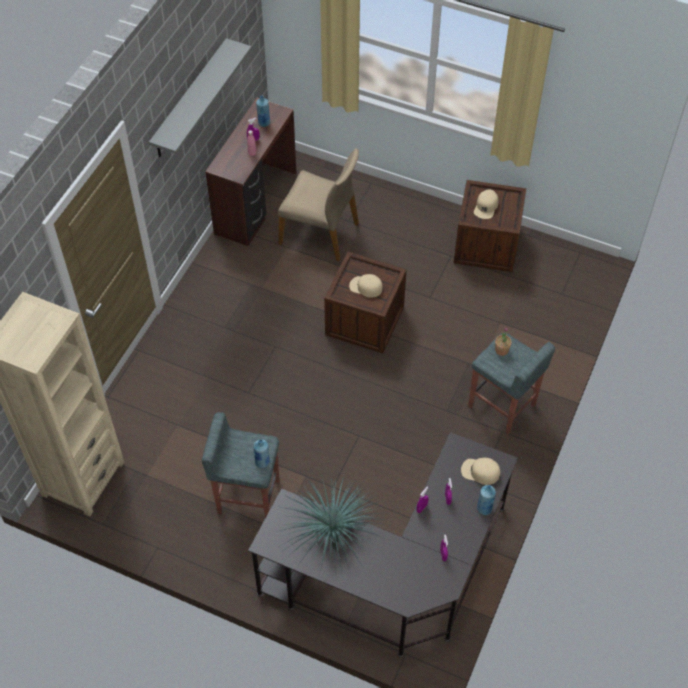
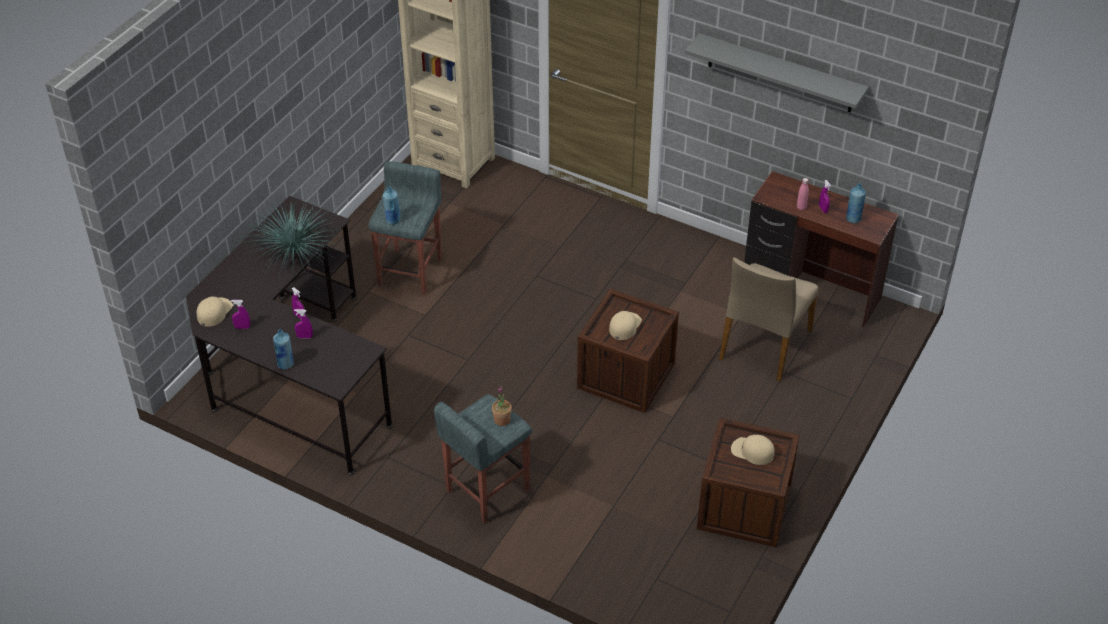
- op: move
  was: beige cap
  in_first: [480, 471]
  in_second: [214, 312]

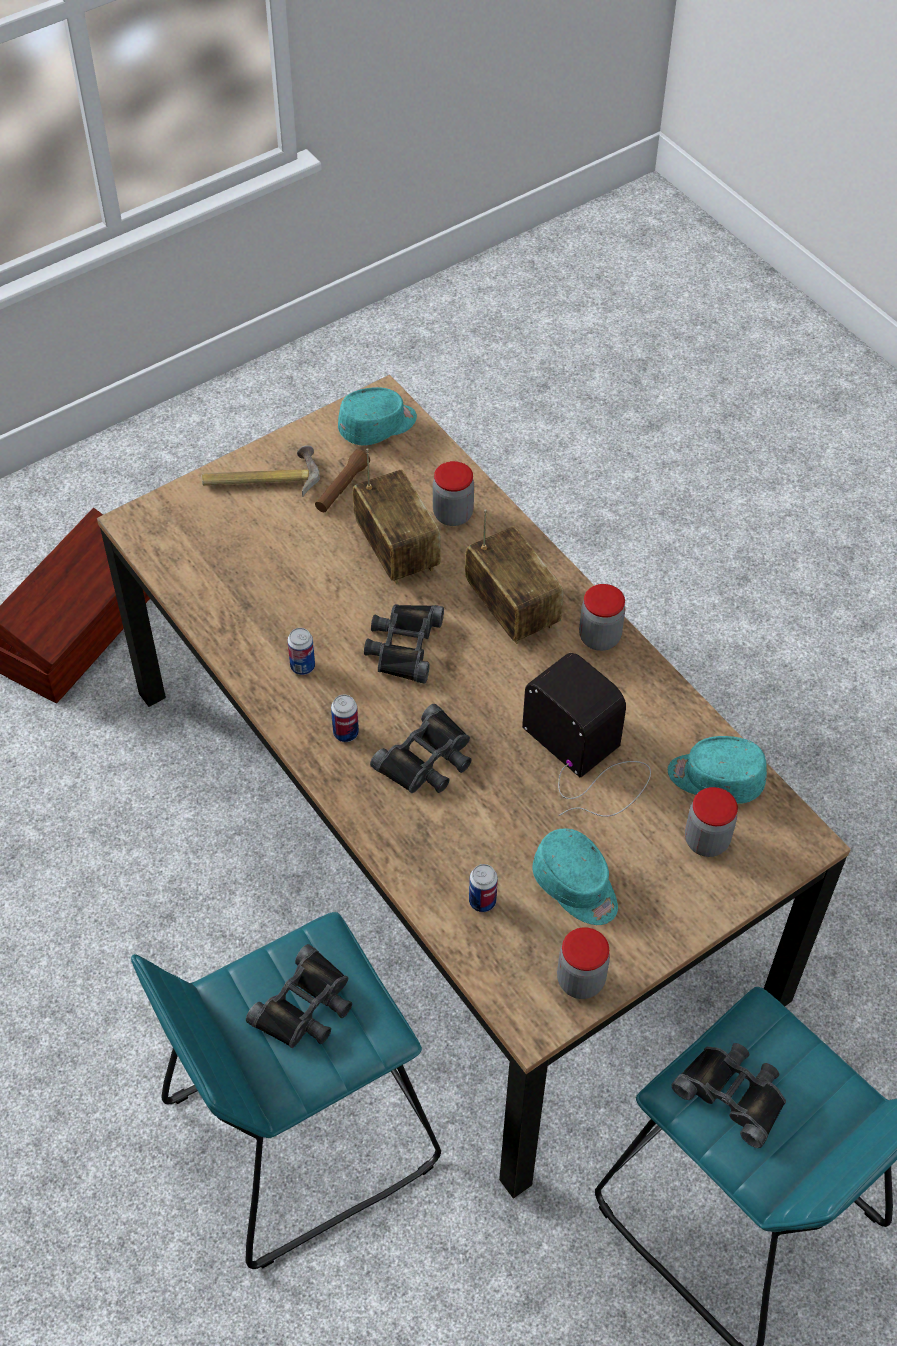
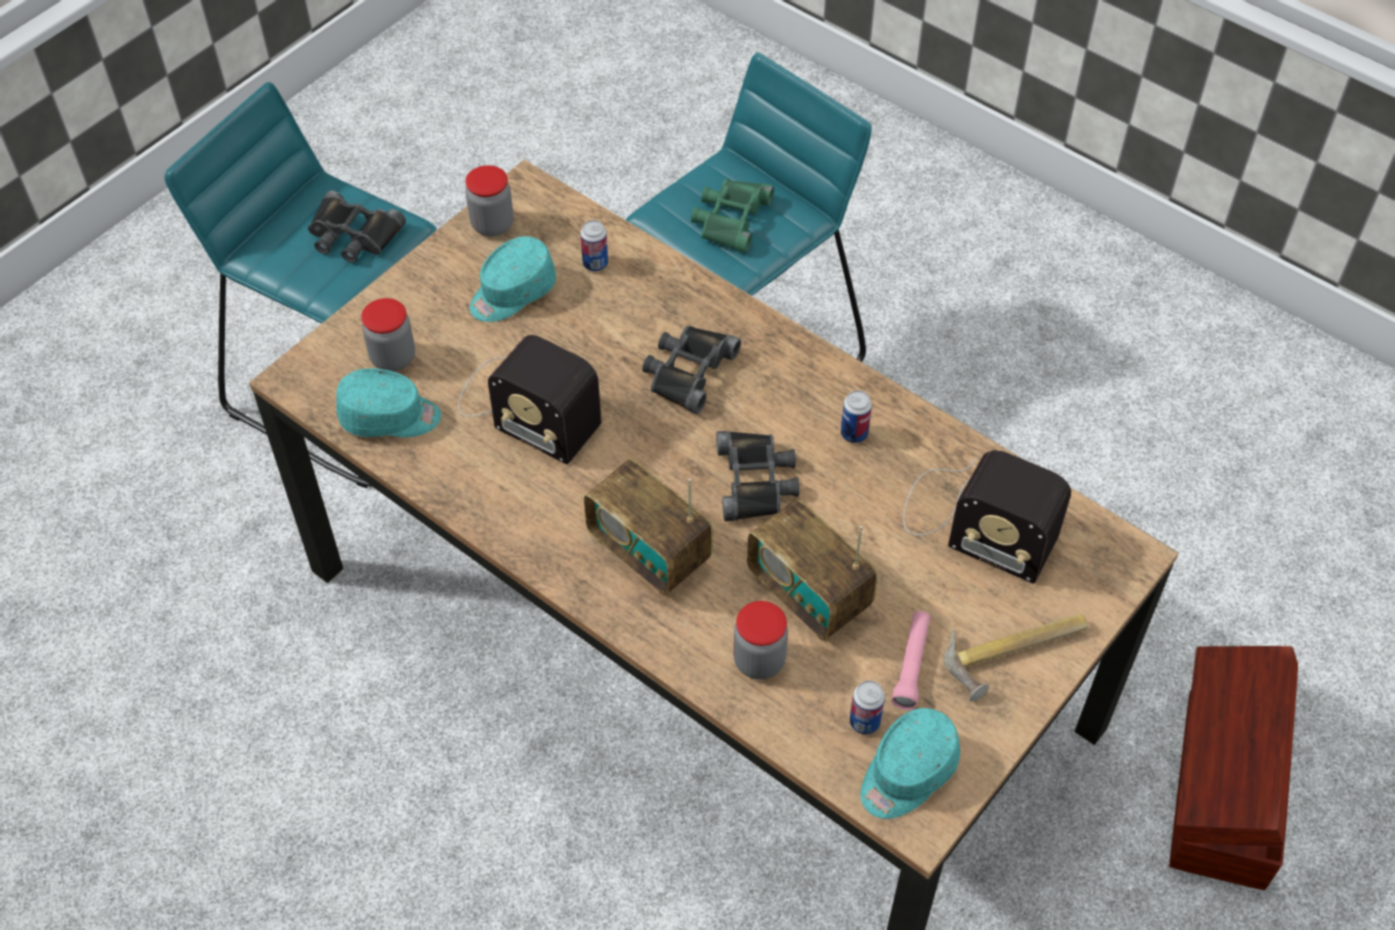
- op: rotate
  was: turquoise cap
  in_first: [575, 876]
  in_second: [512, 279]
  clockwise: -75
- op: recolor
  was: black binoculars
  now: green binoculars
  in_first: [299, 996]
  in_second: [732, 216]
- op: move
  was: can
  in_first: [345, 718]
  in_second: [867, 707]
- op: recolor
  was: brown flashlight
  now: pink flashlight
  in_first: [342, 480]
  in_second: [910, 660]
- op: insert
  now: radio
  in_second: [987, 517]
- op: delete
  was: jar
  in_first: [602, 617]

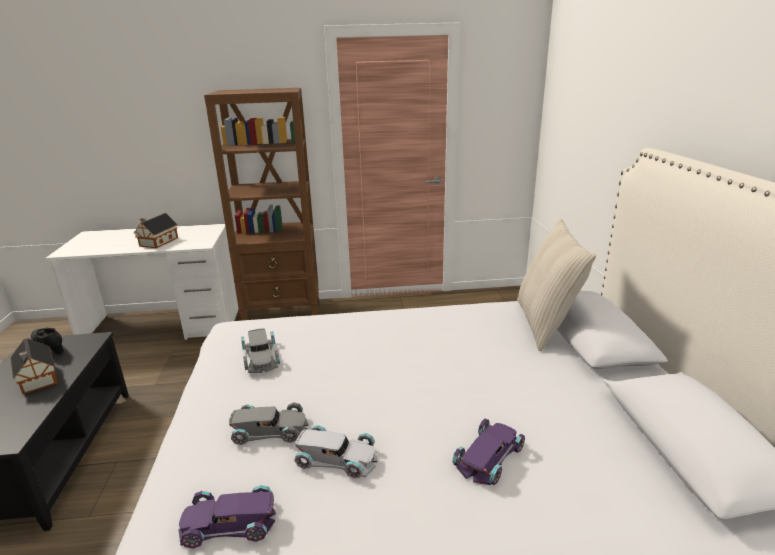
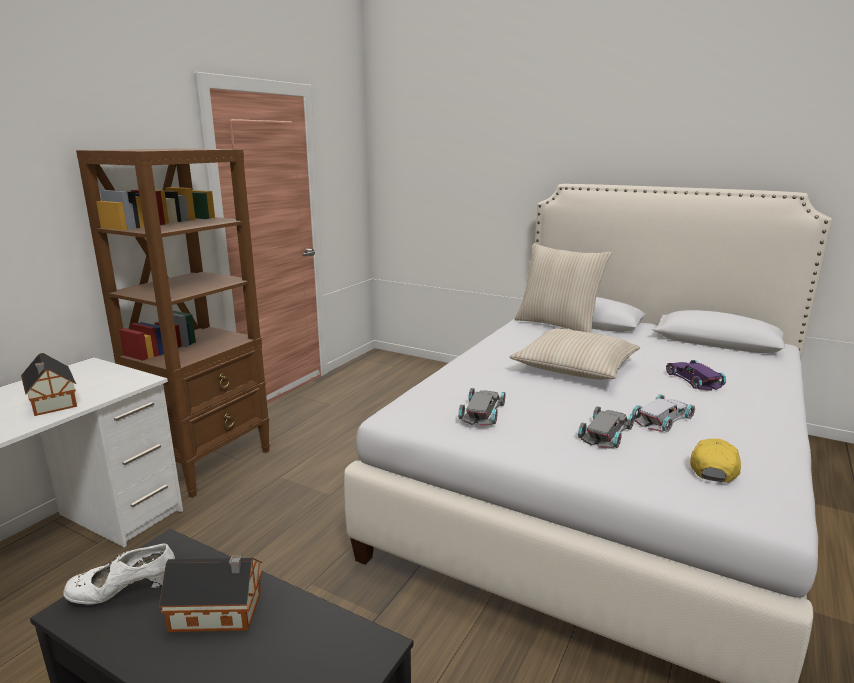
- op: recolor
  was: black shoe
  now: white shoe
  in_first: [47, 341]
  in_second: [119, 573]
- op: rotate
  was: grey toy car
  in_first: [260, 350]
  in_second: [481, 407]
  clockwise: -90
- op: insert
  now: beige pillow
  in_second: [574, 354]
- op: replace
  was: purple toy car
  now: yellow cap
  in_first: [227, 516]
  in_second: [715, 461]

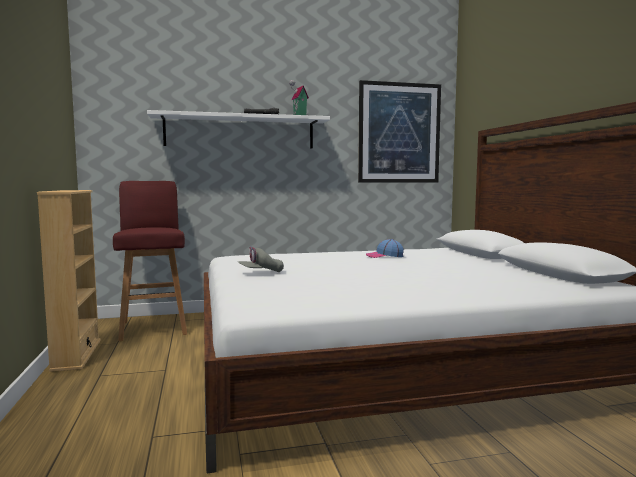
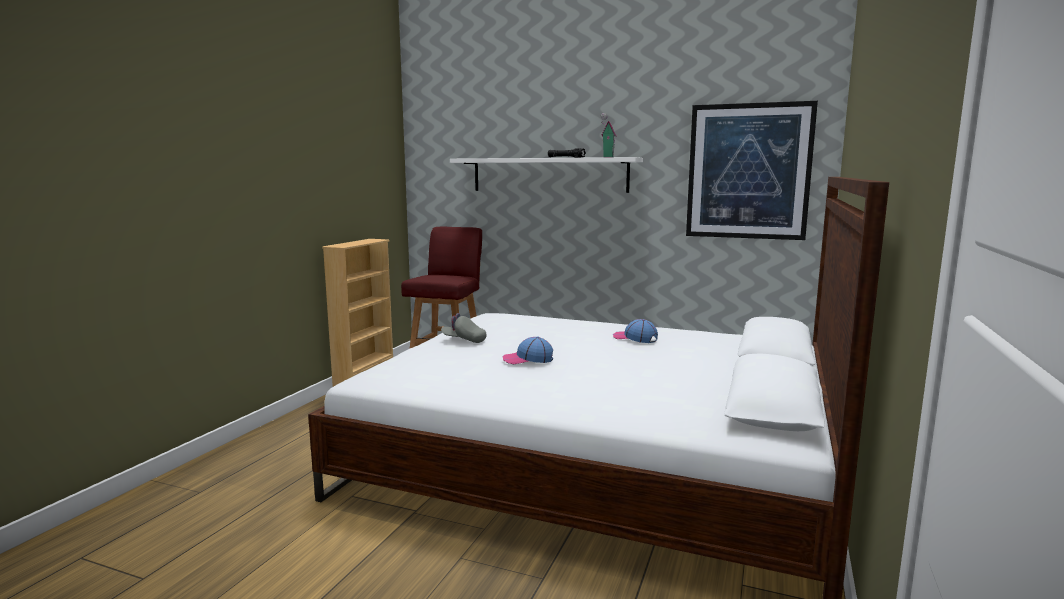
- op: insert
  now: cap
  in_second: [528, 350]

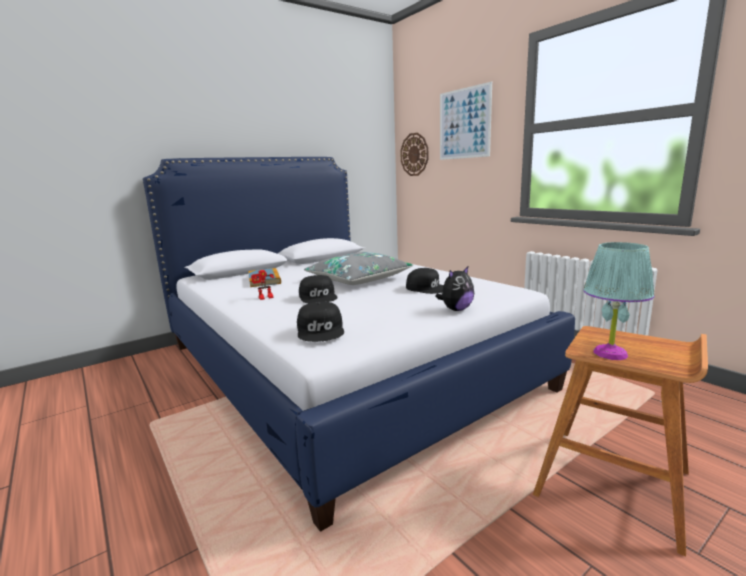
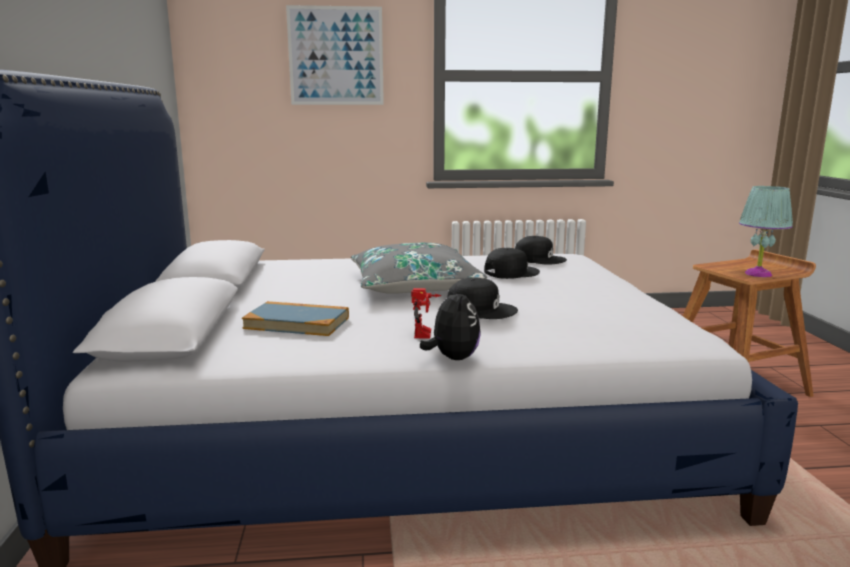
- op: move
  was: plush toy
  in_first: [454, 288]
  in_second: [450, 322]
- op: move
  was: black cap
  in_first: [320, 322]
  in_second: [541, 250]
- op: delete
  was: wall clock
  in_first: [414, 154]

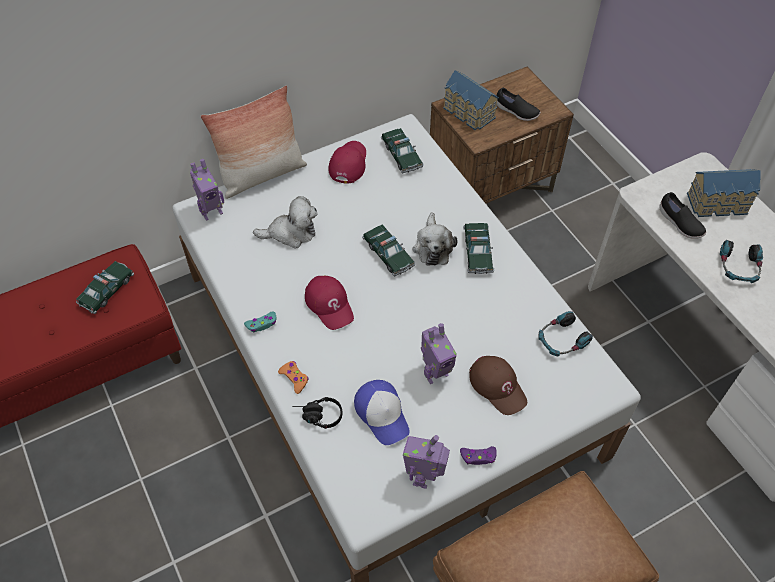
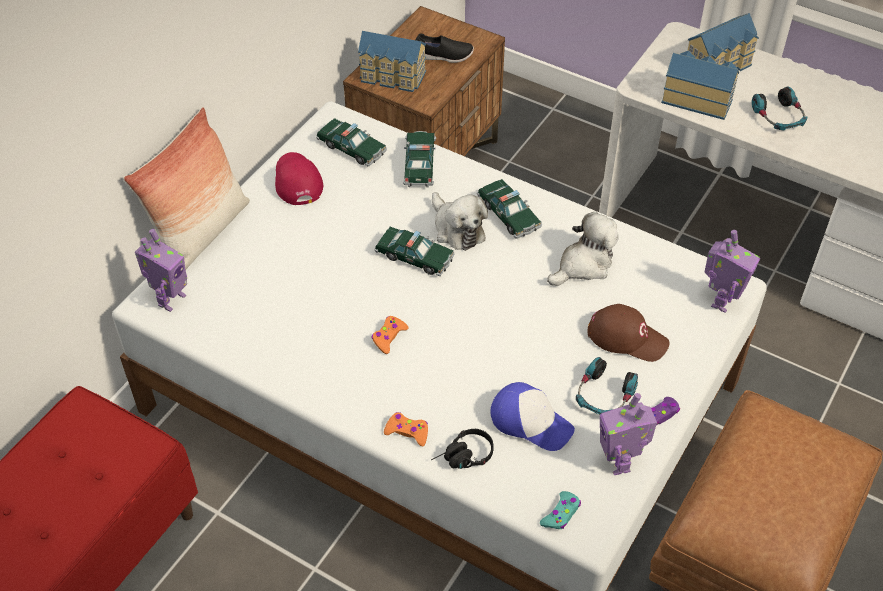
- op: replace
  was: red cap
  now: orange game controller
  in_first: [329, 303]
  in_second: [390, 335]
- op: move
  was: toy car
  in_first: [105, 287]
  in_second: [419, 159]
- op: move
  was: turquoise game controller
  in_first: [260, 321]
  in_second: [560, 510]
- op: move
  was: plush toy
  in_first: [285, 222]
  in_second: [583, 249]
- op: move
  was: headphones
  in_first: [565, 334]
  in_second: [607, 385]
- op: replace
  was: black shoe
  now: toy house
  in_first: [683, 215]
  in_second: [700, 85]
- op: move
  was: toy robot
  in_first: [439, 353]
  in_second: [732, 271]

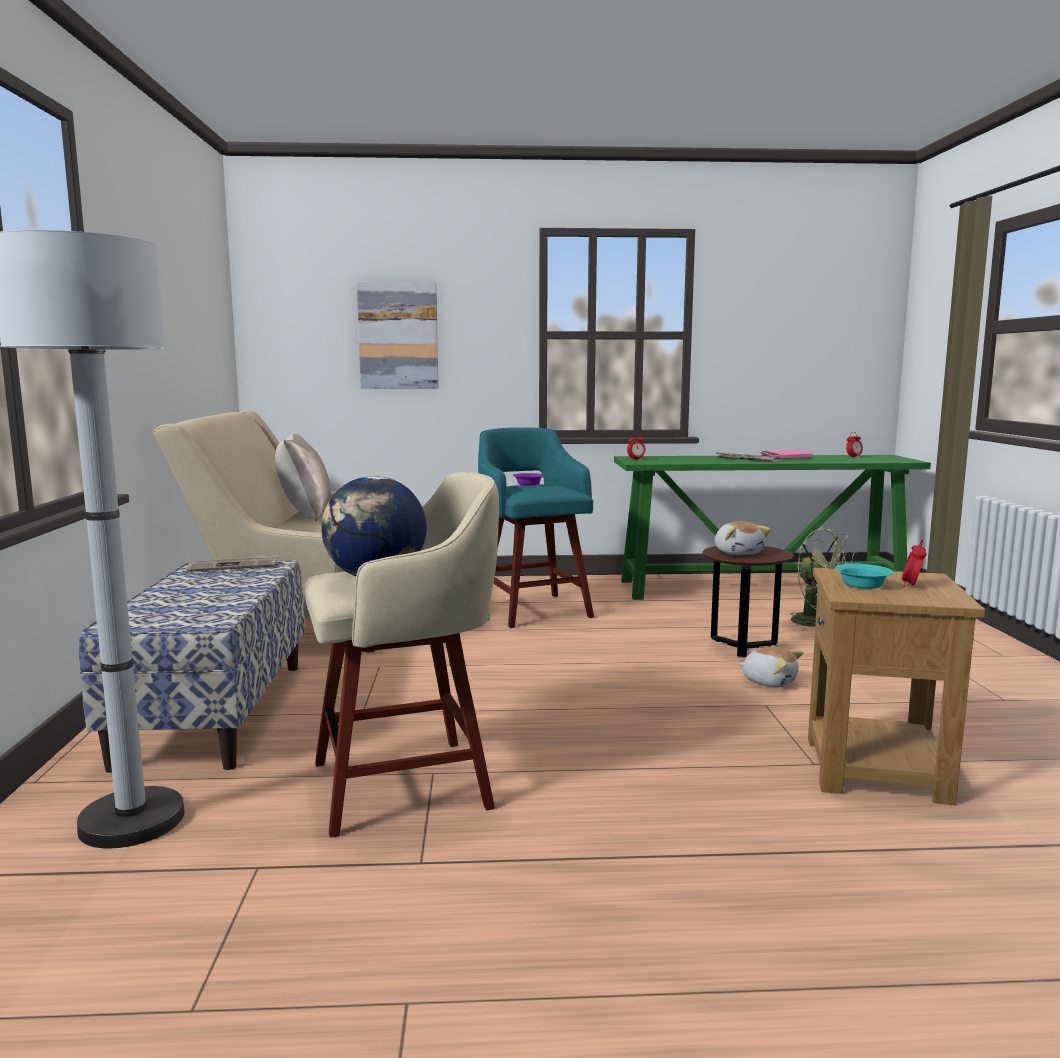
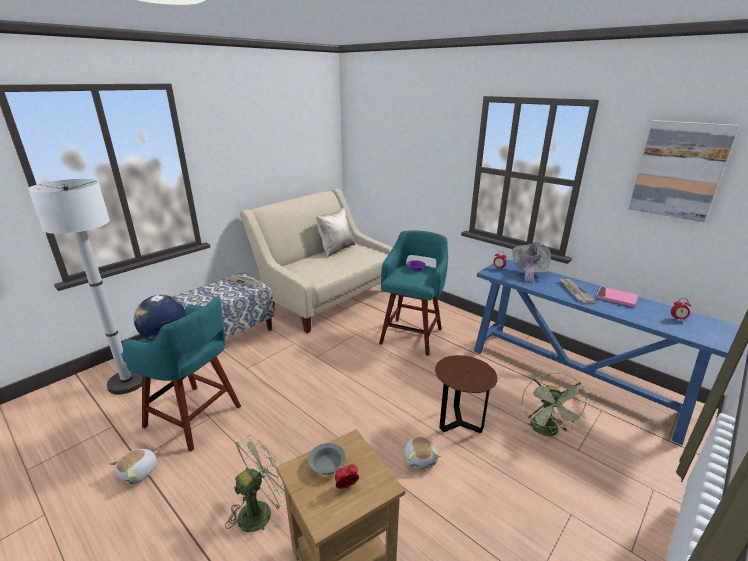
- op: move
  was: plush toy
  in_first: [743, 538]
  in_second: [133, 466]
- op: recolor
  was: beige stool
  now: turquoise stool
  in_first: [402, 654]
  in_second: [181, 373]
- op: insert
  now: green fan
  in_second: [255, 483]
- op: recolor
  was: turquoise bowl
  now: grey bowl
  in_first: [864, 576]
  in_second: [327, 459]
- op: recolor
  was: green console table
  now: blue console table
  in_first: [772, 527]
  in_second: [607, 352]
- op: insert
  now: grey hat
  in_second: [531, 263]
- op: move
  was: picture
  in_first: [397, 335]
  in_second: [683, 171]

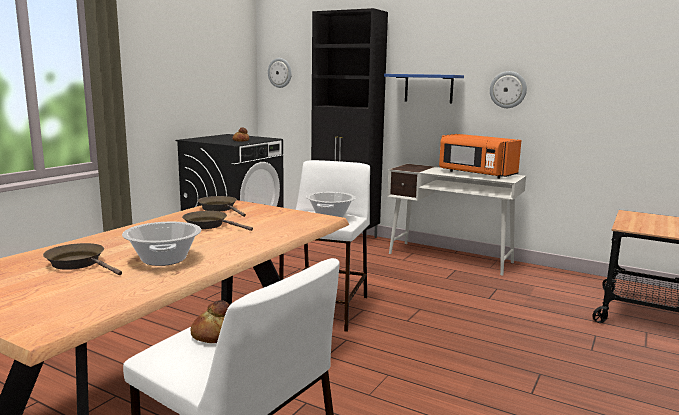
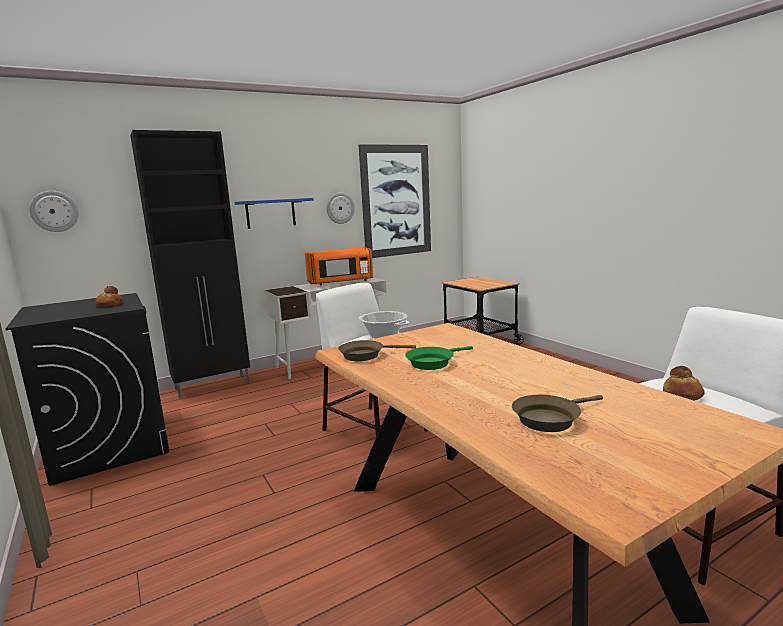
- op: insert
  now: picture
  in_second: [394, 201]
- op: recolor
  was: brown frying pan
  now: green frying pan
  in_first: [217, 221]
  in_second: [439, 358]
- op: delete
  was: cooking pot
  in_first: [161, 244]

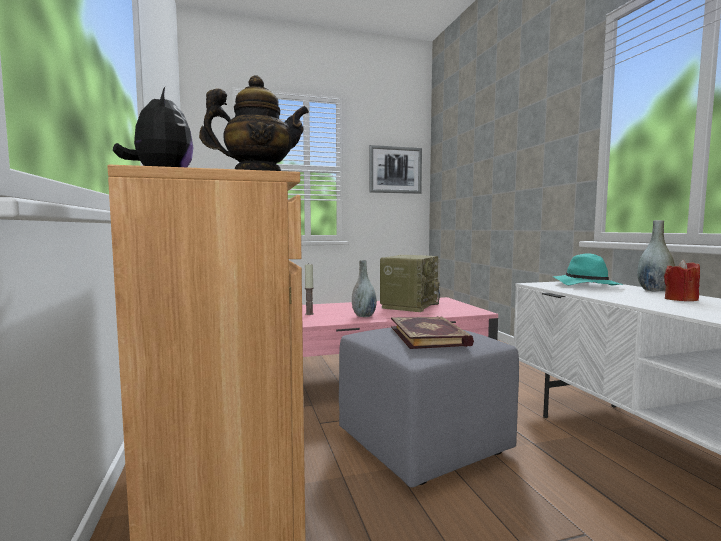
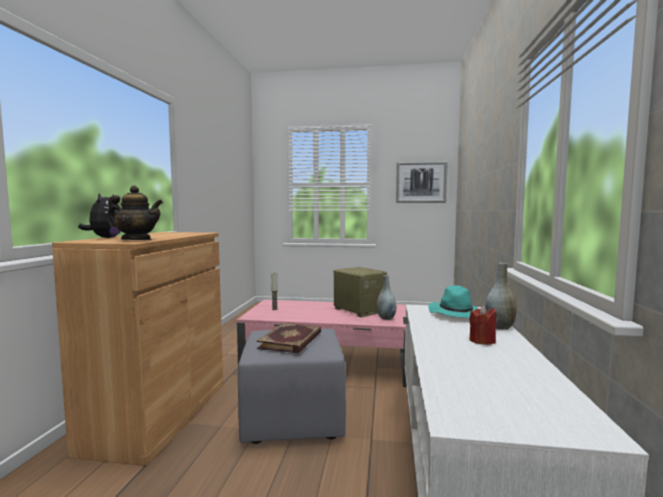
- op: rotate
  was: radio
  in_first: [410, 283]
  in_second: [360, 292]
  clockwise: -90
- op: move
  was: grey vase
  in_first: [364, 288]
  in_second: [387, 297]

